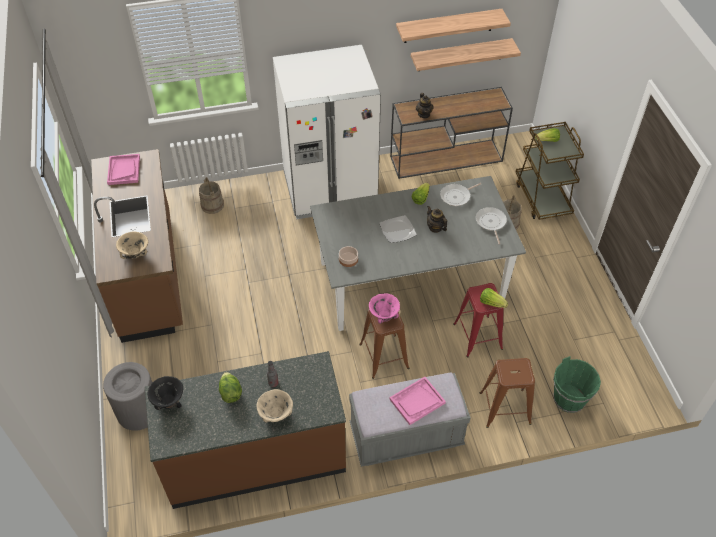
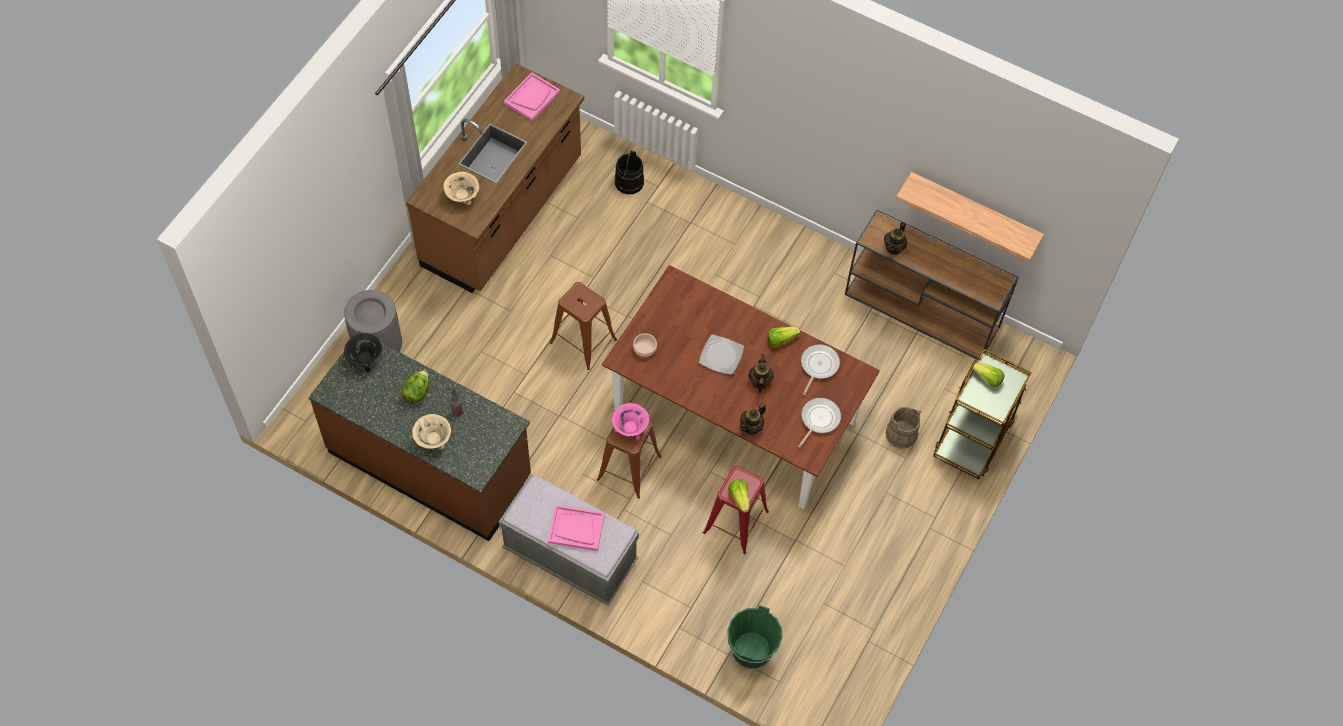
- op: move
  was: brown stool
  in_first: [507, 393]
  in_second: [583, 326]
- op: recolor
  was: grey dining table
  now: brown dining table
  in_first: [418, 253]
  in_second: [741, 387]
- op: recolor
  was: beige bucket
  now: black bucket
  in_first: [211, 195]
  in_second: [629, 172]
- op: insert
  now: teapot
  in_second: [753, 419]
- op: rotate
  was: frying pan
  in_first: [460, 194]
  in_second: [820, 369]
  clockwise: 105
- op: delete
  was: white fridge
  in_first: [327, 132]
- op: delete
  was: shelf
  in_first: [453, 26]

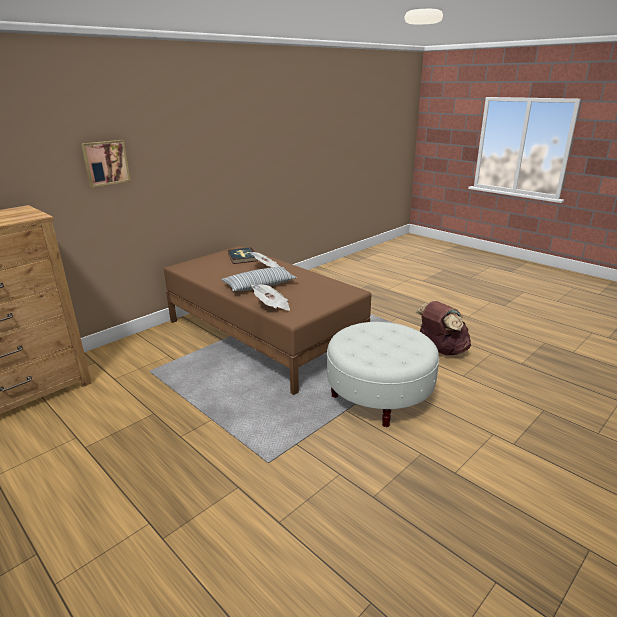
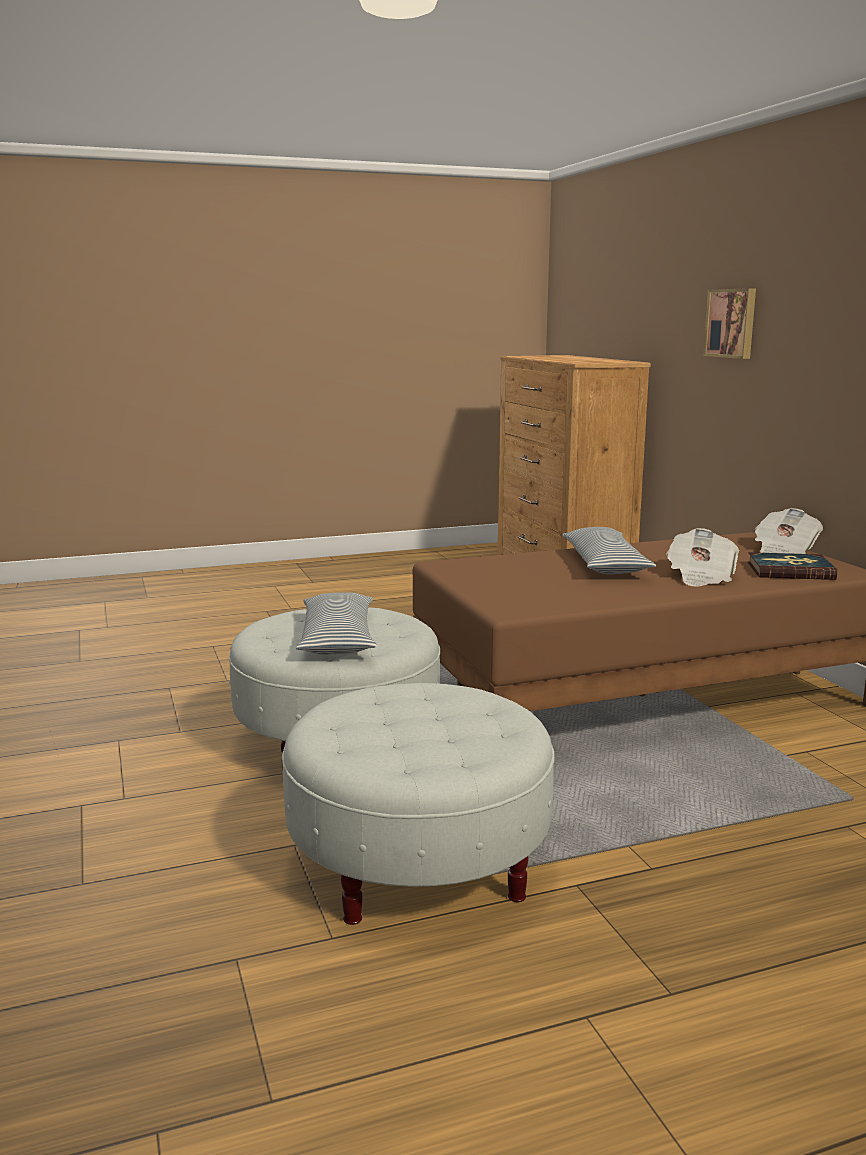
- op: replace
  was: brown backpack
  now: white ottoman
  in_first: [443, 328]
  in_second: [418, 804]
- op: insert
  now: pillow
  in_second: [336, 624]
- op: move
  was: newspaper
  in_first: [271, 297]
  in_second: [789, 531]

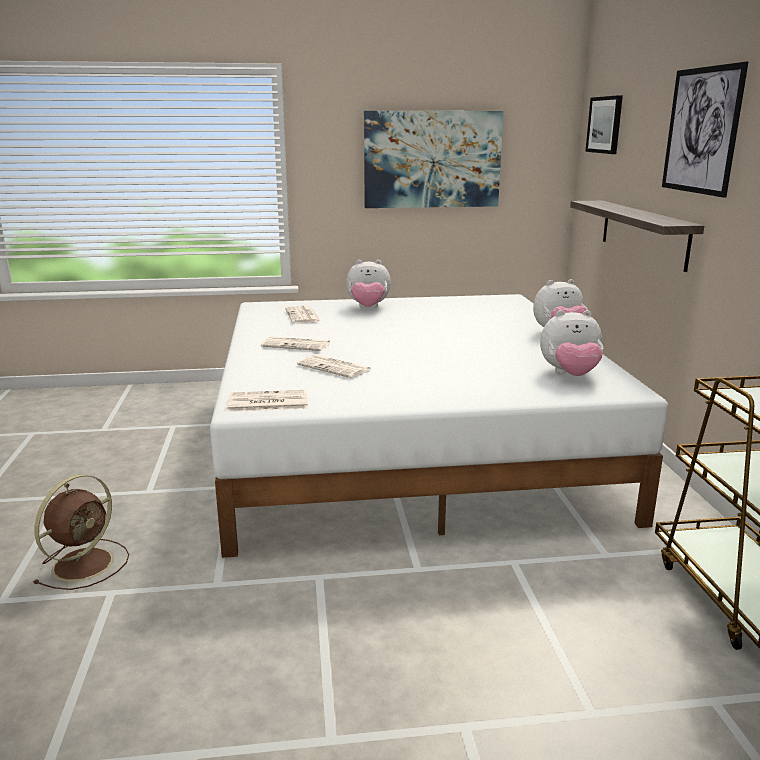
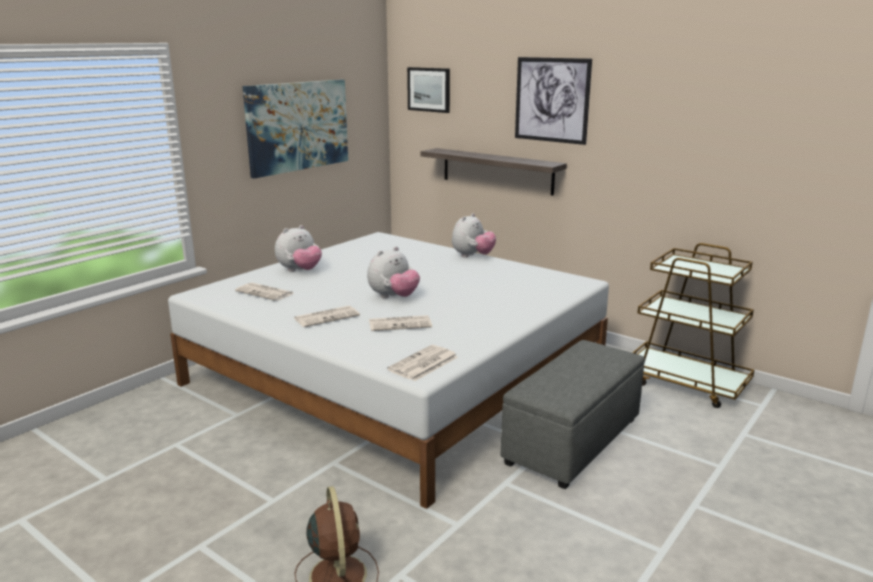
- op: move
  was: plush toy
  in_first: [572, 343]
  in_second: [393, 272]
- op: insert
  now: grey ottoman
  in_second: [573, 414]

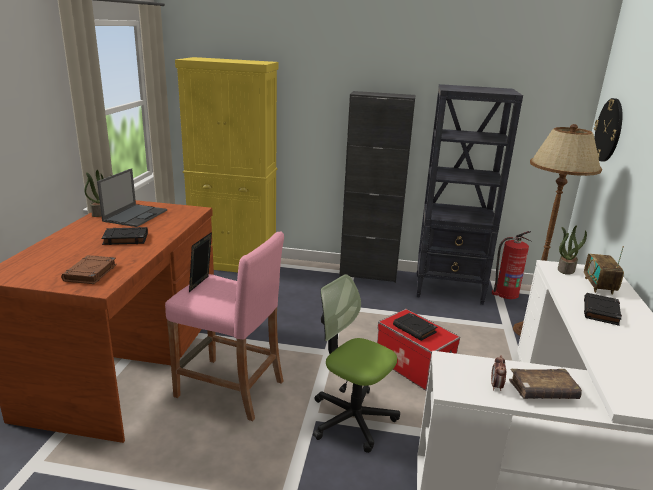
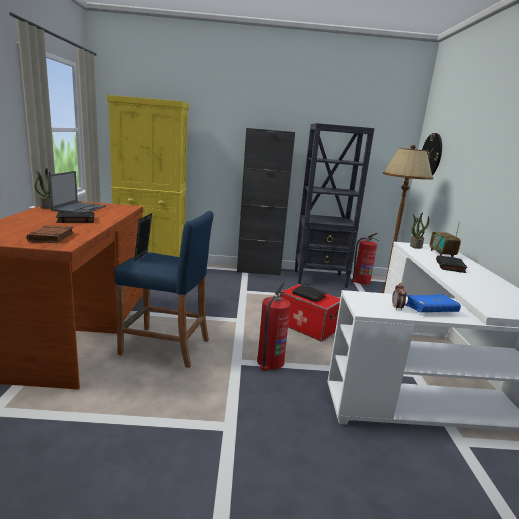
- op: recolor
  was: pink stool
  now: blue stool
  in_first: [224, 326]
  in_second: [164, 289]
- op: replace
  was: office chair
  now: fire extinguisher
  in_first: [356, 363]
  in_second: [274, 326]
- op: recolor
  was: brown book
  now: blue book
  in_first: [545, 384]
  in_second: [433, 303]

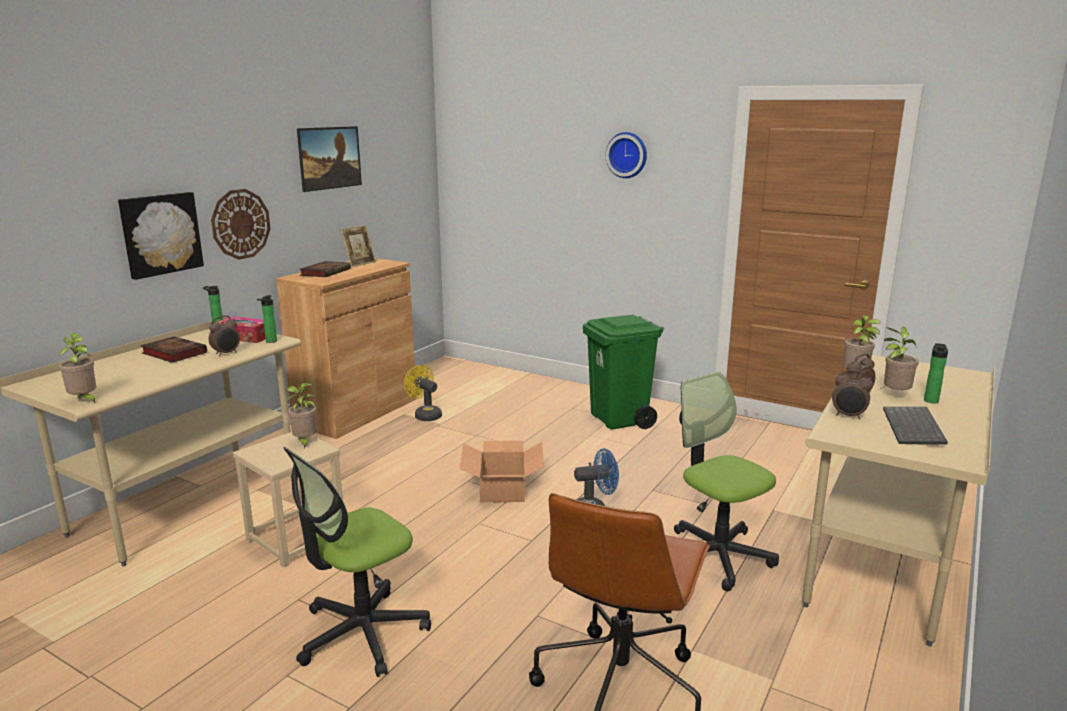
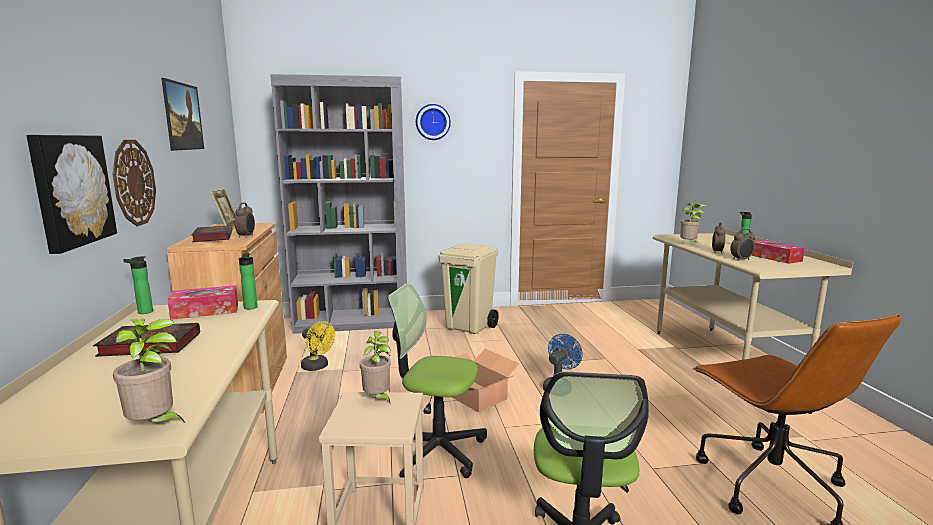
- op: move
  was: alarm clock
  in_first: [224, 335]
  in_second: [245, 220]
- op: insert
  now: grey bookcase
  in_second: [338, 204]
- op: rotate
  was: yellow fan
  in_first: [423, 393]
  in_second: [318, 346]
  clockwise: -150
- op: move
  was: office chair
  in_first: [726, 481]
  in_second: [437, 381]
- op: recolor
  was: green trash can
  now: beige trash can
  in_first: [623, 372]
  in_second: [468, 288]
- op: replace
  was: keyboard
  now: tissue box
  in_first: [915, 425]
  in_second: [778, 252]
- op: delete
  was: potted plant
  in_first: [899, 358]

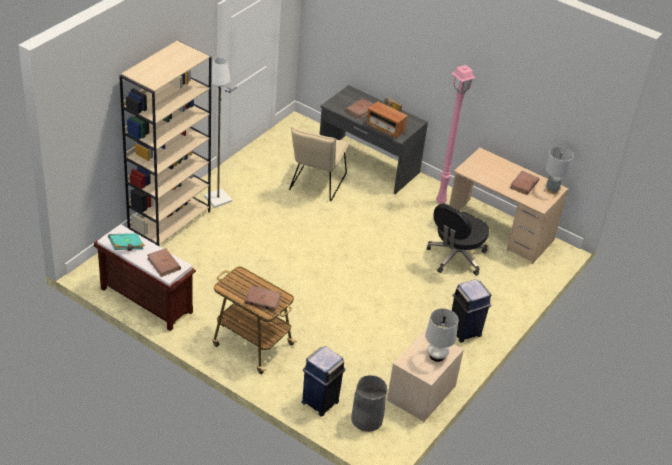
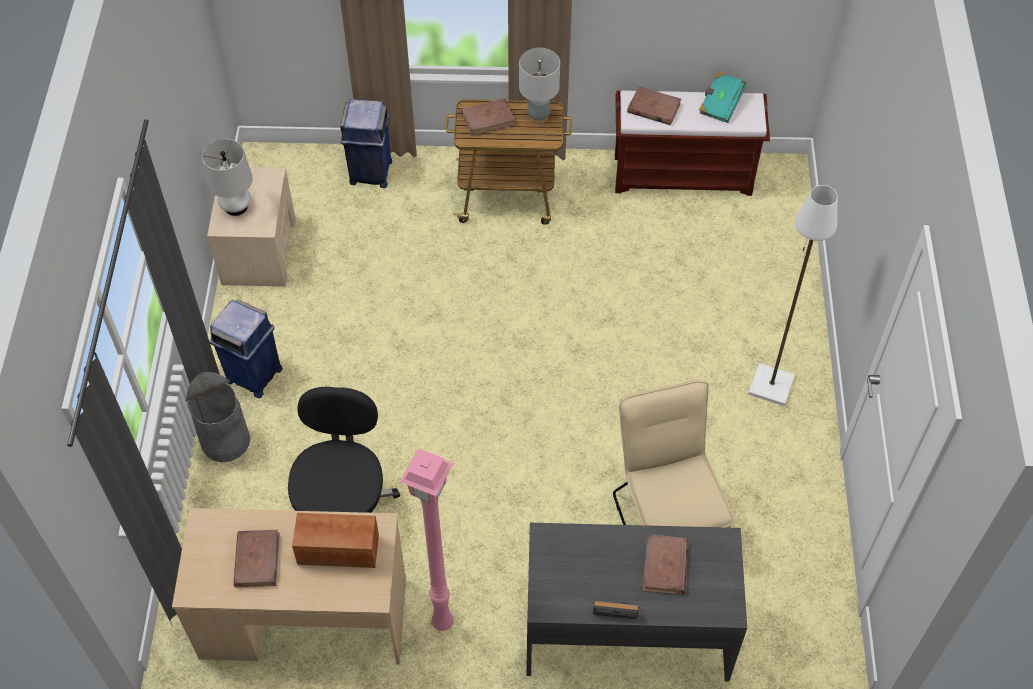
- op: move
  was: grey trash can
  in_first: [369, 403]
  in_second: [218, 417]
- op: move
  was: radio
  in_first: [387, 119]
  in_second: [335, 540]
- op: move
  was: grey table lamp
  in_first: [559, 169]
  in_second: [539, 86]
- op: delete
  was: beige bookcase
  in_first: [165, 143]

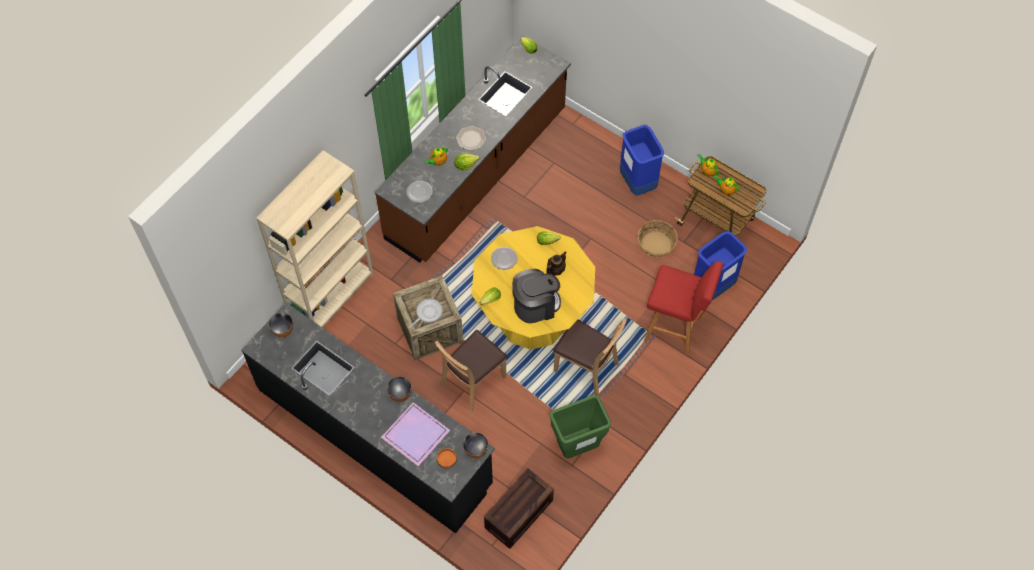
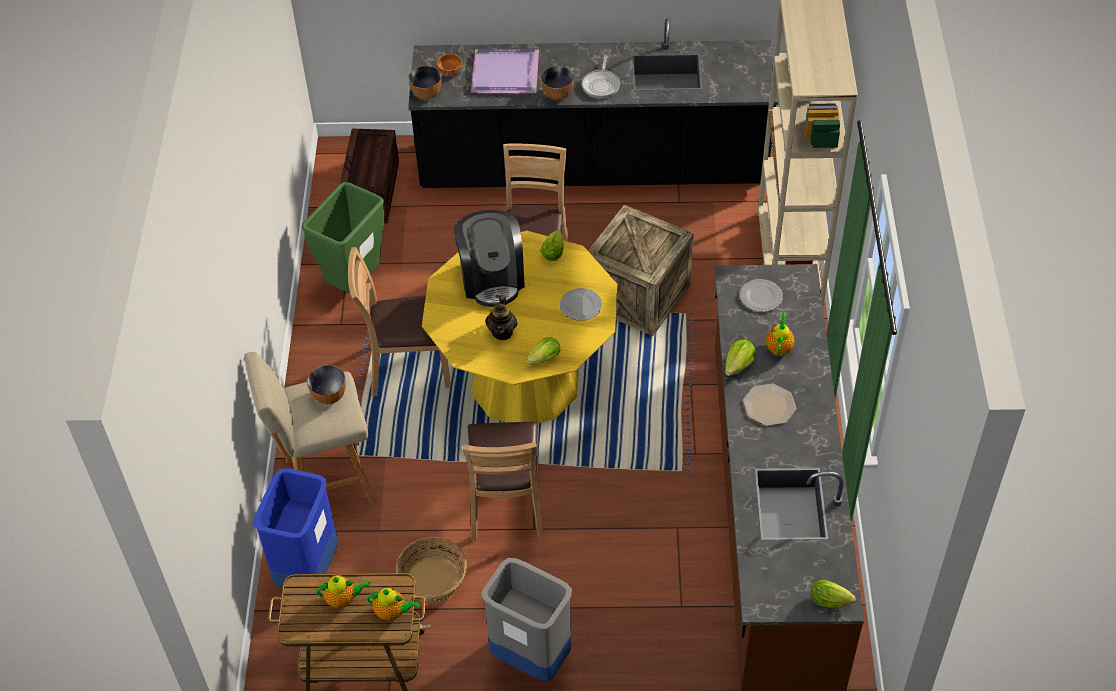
- op: recolor
  was: red stool
  now: beige stool
  in_first: [683, 308]
  in_second: [310, 429]
- op: move
  was: bowl
  in_first: [281, 325]
  in_second: [326, 384]
- op: rotate
  was: coffee machine
  in_first: [536, 296]
  in_second: [489, 258]
  clockwise: -45
- op: insert
  now: brown chair
  in_second: [503, 481]
- op: recolor
  was: blue trash can
  now: grey trash can
  in_first: [642, 160]
  in_second: [526, 619]
- op: move
  was: frying pan
  in_first: [426, 313]
  in_second: [601, 76]

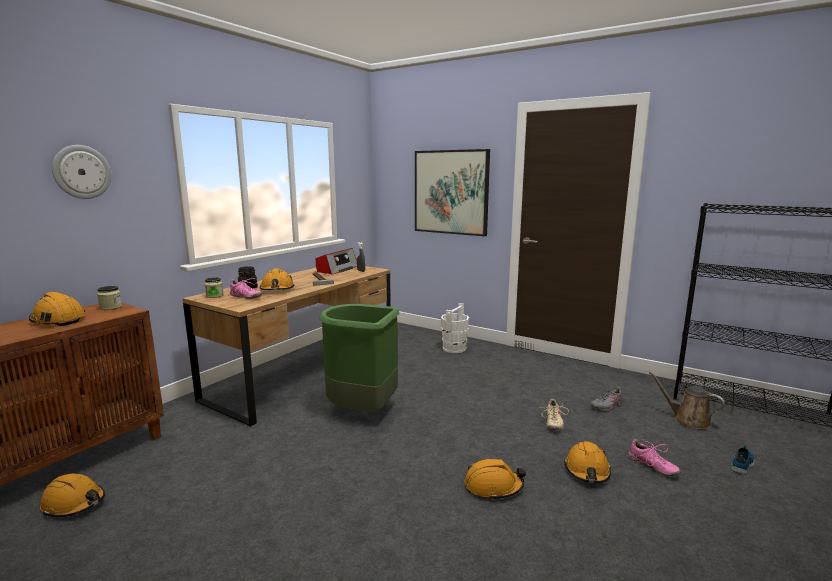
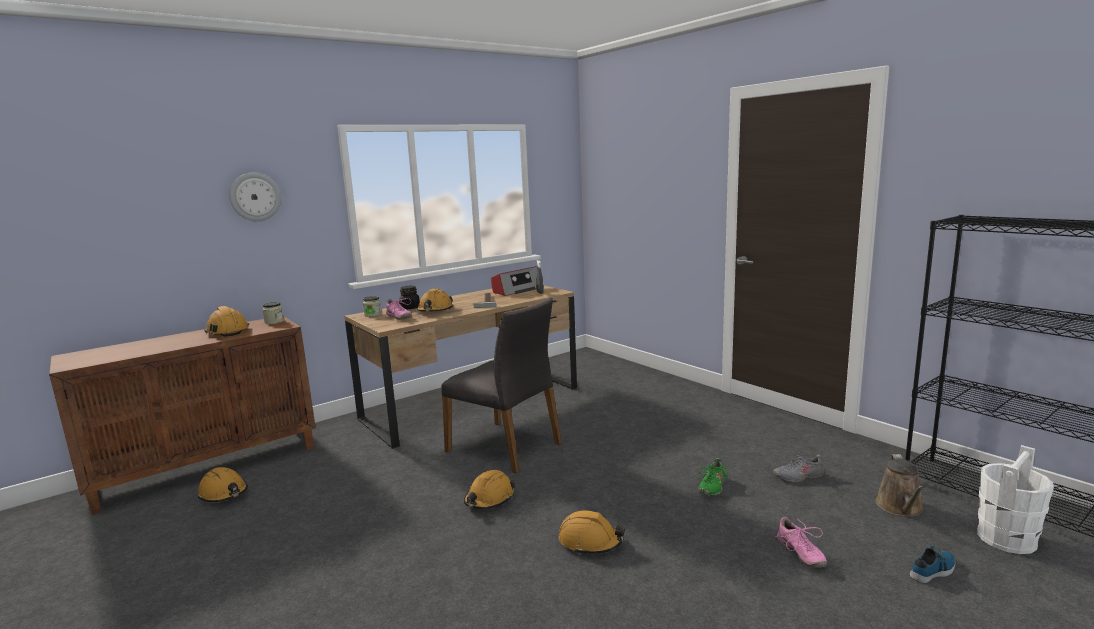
- op: replace
  was: green trash can
  now: grey chair
  in_first: [359, 358]
  in_second: [501, 385]
- op: move
  was: orange hard hat
  in_first: [587, 462]
  in_second: [489, 489]
- op: recolor
  was: beige shoe
  now: green shoe
  in_first: [554, 414]
  in_second: [713, 477]
- op: rotate
  was: brown watering can
  in_first: [687, 400]
  in_second: [900, 485]
  clockwise: -135
- op: move
  was: white bucket
  in_first: [455, 328]
  in_second: [1015, 499]
- op: delete
  was: picture
  in_first: [452, 192]

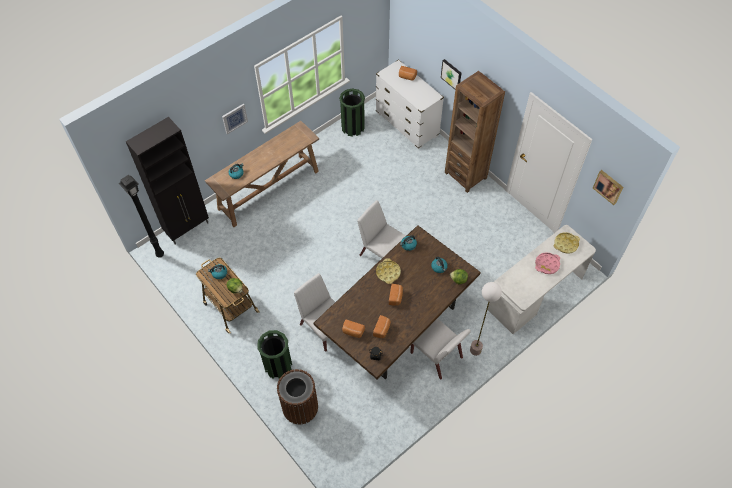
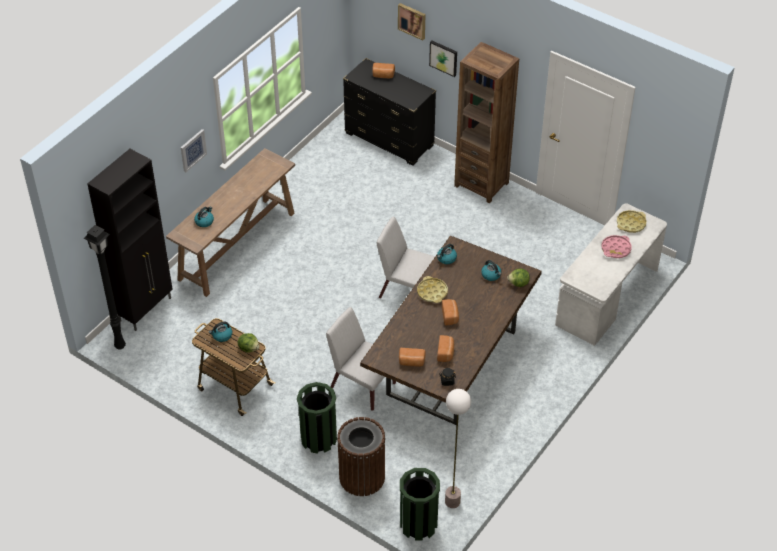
- op: recolor
  was: white dresser
  now: black dresser
  in_first: [410, 104]
  in_second: [389, 112]
- op: move
  was: picture
  in_first: [608, 187]
  in_second: [411, 22]
- op: move
  was: green trash can
  in_first: [352, 112]
  in_second: [420, 504]
- op: move
  was: floor lamp
  in_first: [486, 319]
  in_second: [458, 448]
- op: delete
  was: white chair
  in_first: [440, 349]

